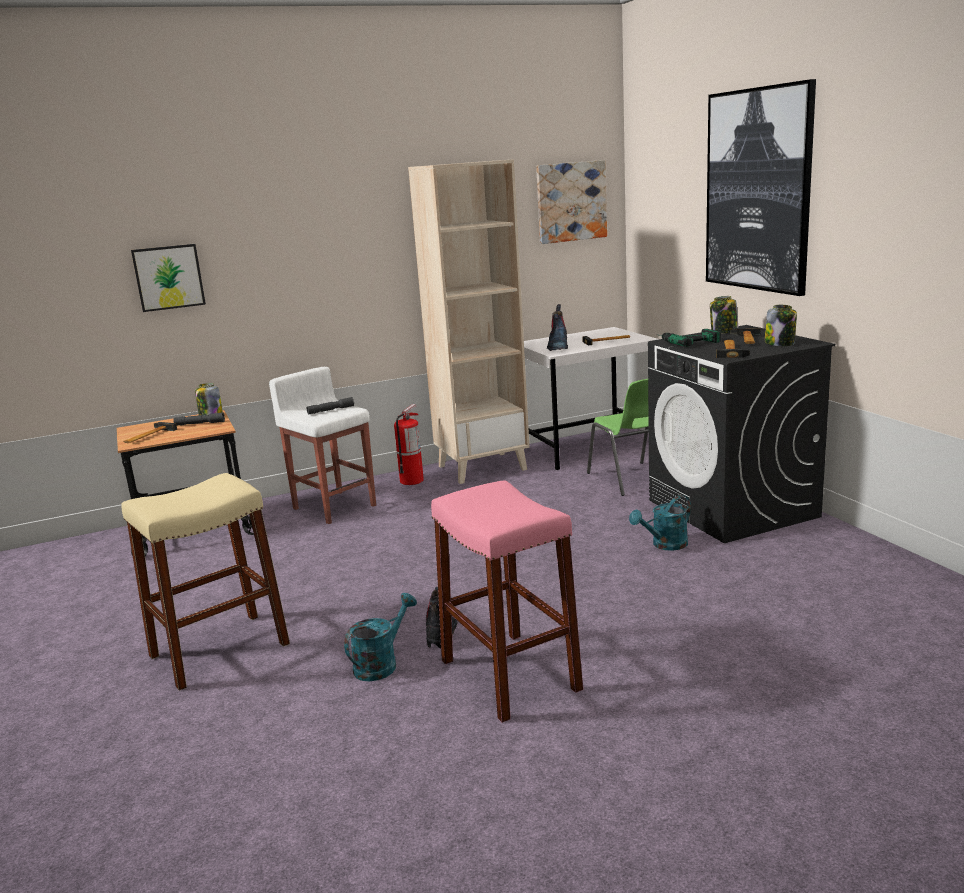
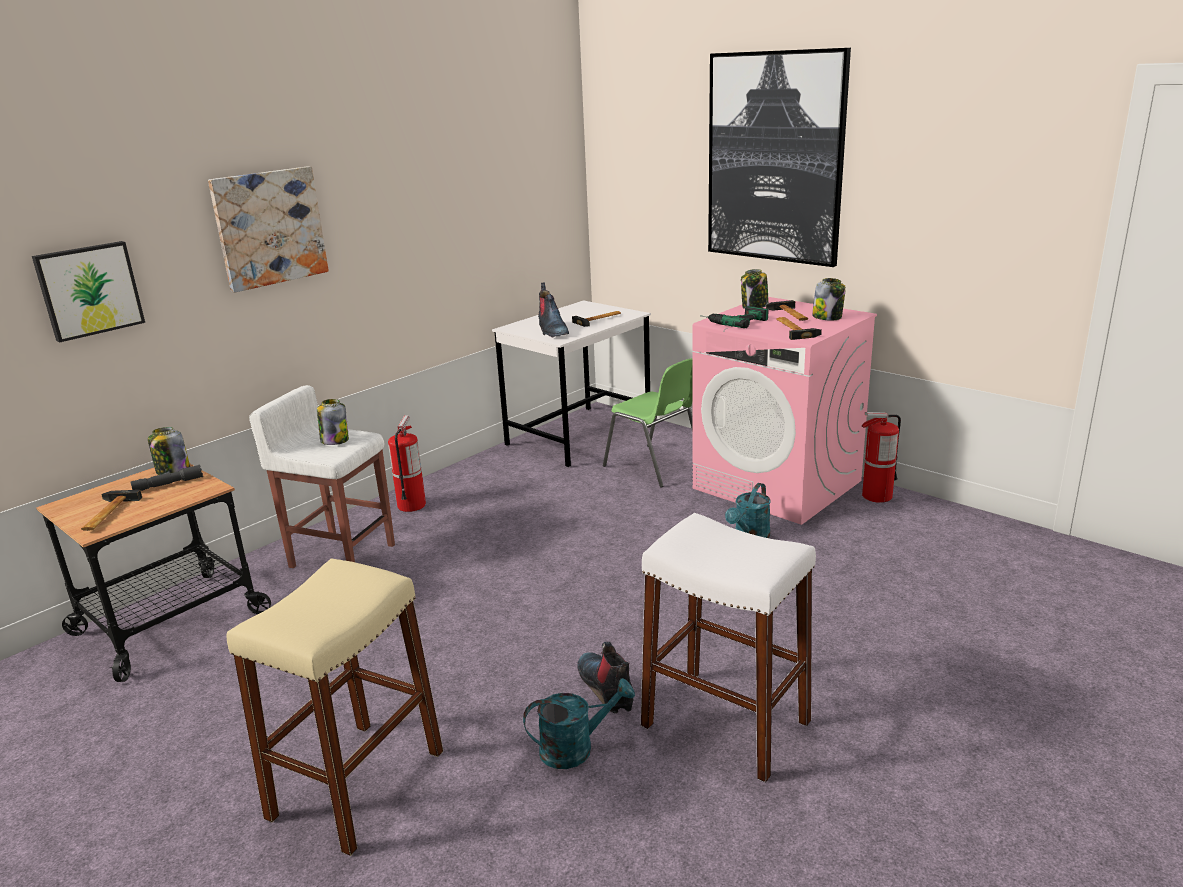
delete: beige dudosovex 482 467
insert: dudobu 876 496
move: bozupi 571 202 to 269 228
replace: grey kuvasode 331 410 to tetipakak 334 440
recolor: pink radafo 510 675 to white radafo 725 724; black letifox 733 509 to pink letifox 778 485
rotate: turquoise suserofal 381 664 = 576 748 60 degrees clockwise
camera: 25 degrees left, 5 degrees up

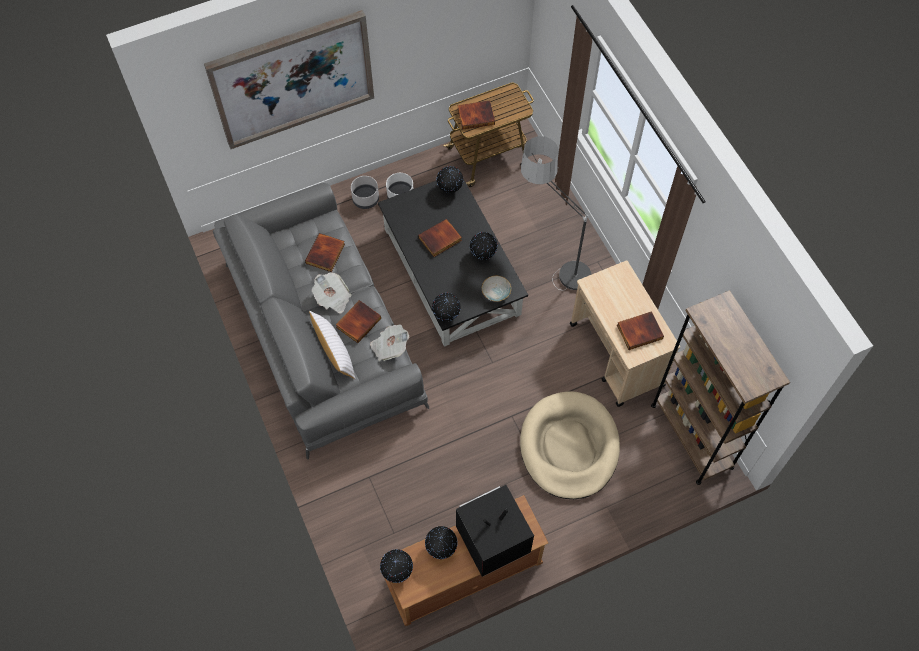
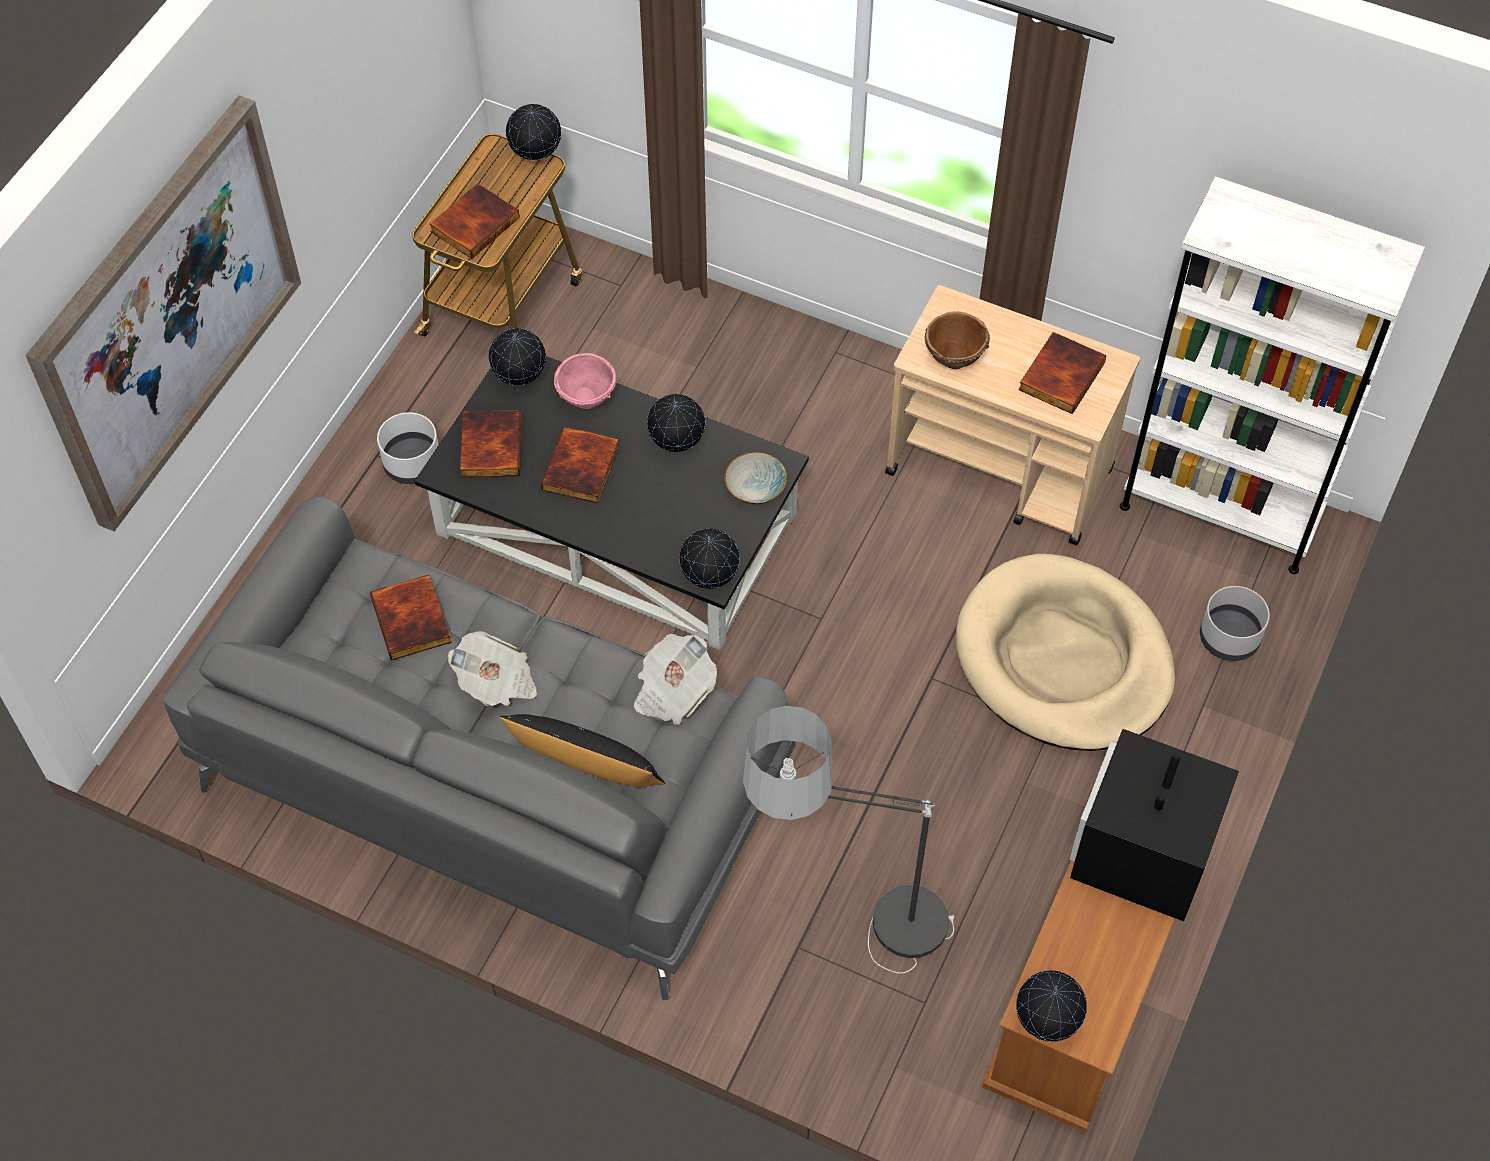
insert: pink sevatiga 587 398; brown sevatiga 954 357
move: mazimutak 358 322 to 489 446; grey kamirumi 365 199 to 1229 638; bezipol 441 548 to 536 157; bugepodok 552 264 to 848 930
recolor: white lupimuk 334 352 to black lupimuk 585 766; brown dudosovex 691 436 to white dudosovex 1220 510
camera: 40 degrees left, 5 degrees down

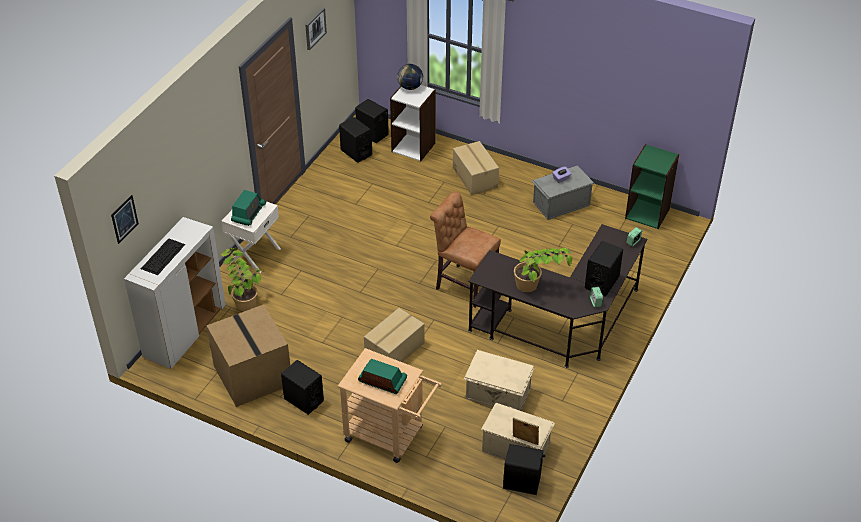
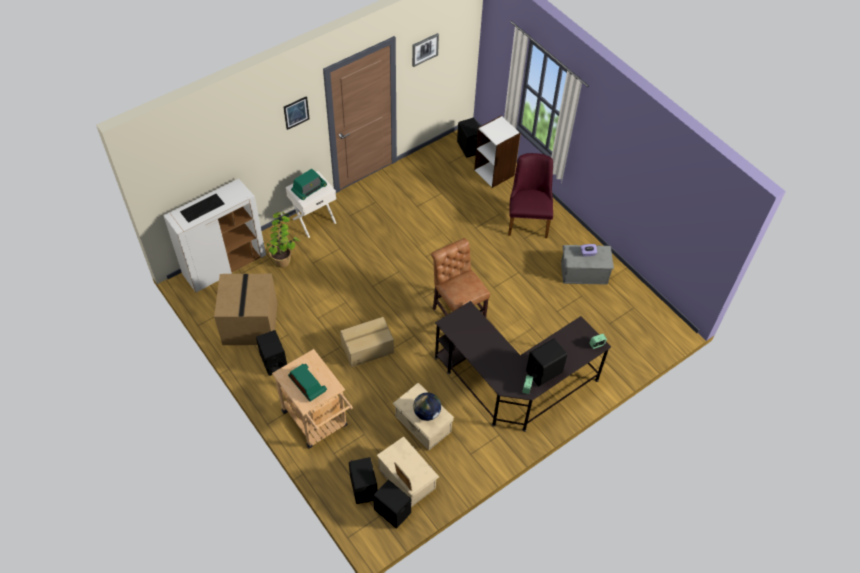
delete: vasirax 537 287; green dudosovex 647 213
move: bozupi 124 219 to 296 112; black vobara 356 152 to 363 488; bezipol 410 87 to 427 413
replace: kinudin 475 177 to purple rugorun 528 219
camera: 25 degrees right, 10 degrees up

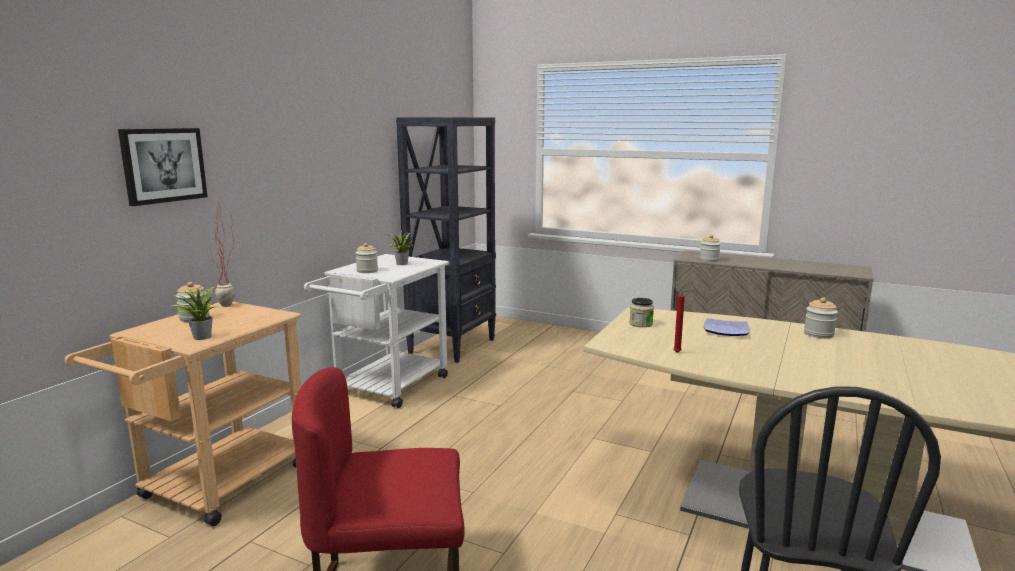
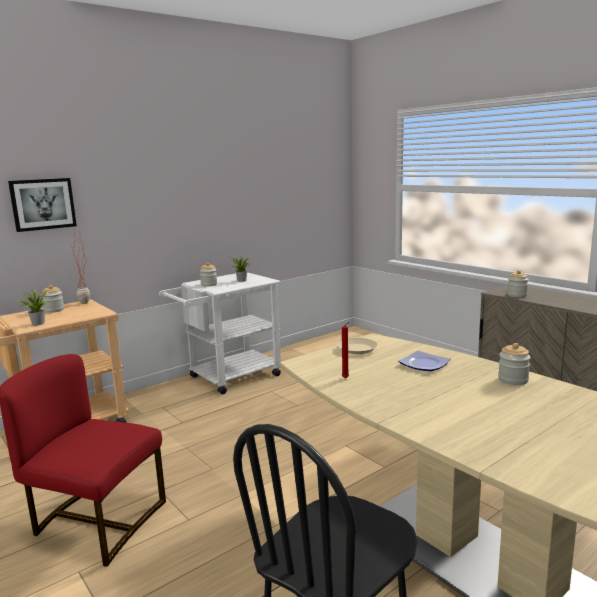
delete: black dudosovex 453 346
replace: tetipakak 641 324 to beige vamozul 357 349
camera: 25 degrees right, 0 degrees up

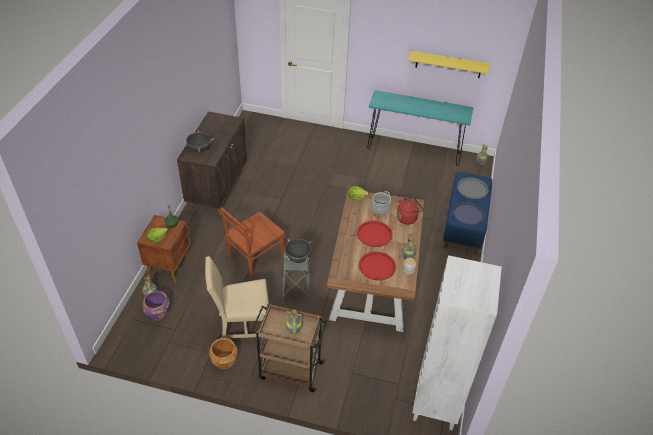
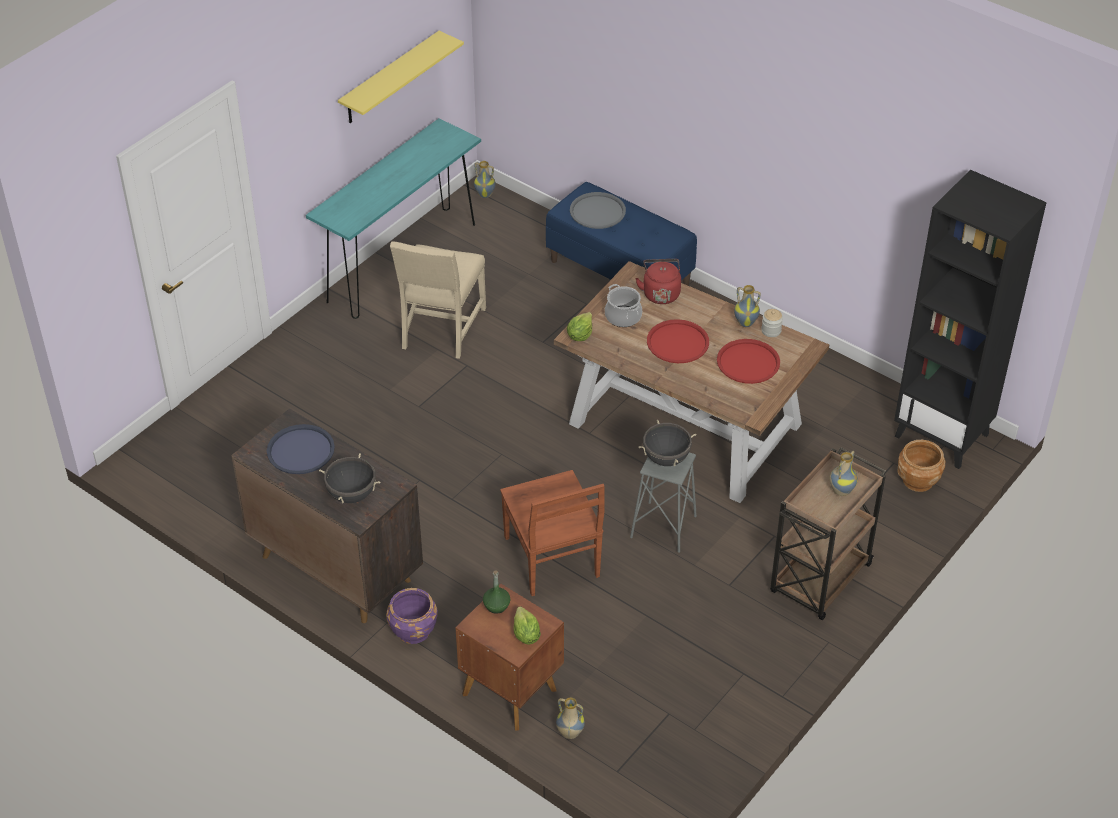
move: purple kamirumi 158 313 to 413 631; beige rugorun 242 326 to 441 329; brown kamirumi 224 361 to 918 480; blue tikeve 468 214 to 300 450
recolor: white dudosovex 436 404 to black dudosovex 942 435
camera: 65 degrees left, 0 degrees up

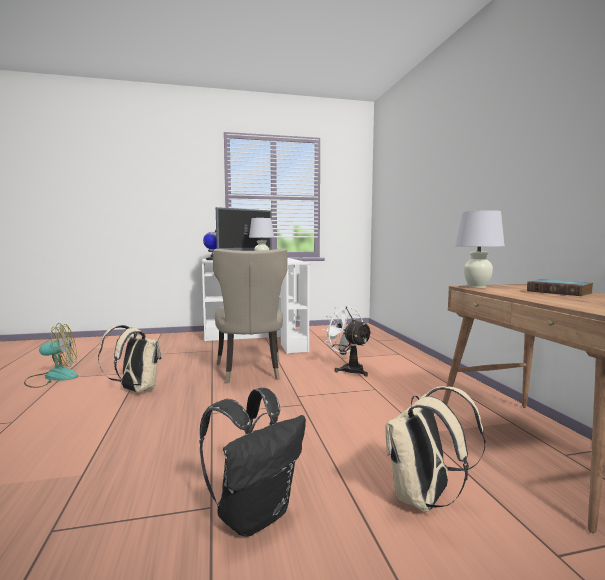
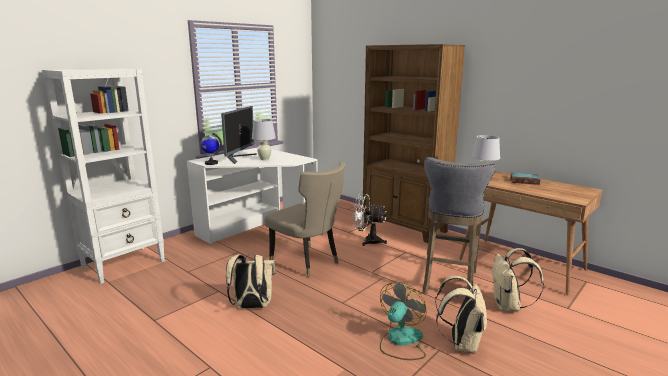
insert: white dudosovex 124 264; brown dudosovex 405 227; grey radafo 449 284
move: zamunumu 53 377 to 400 341
recolor: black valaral 255 514 to beige valaral 461 343
camera: 35 degrees left, 10 degrees up

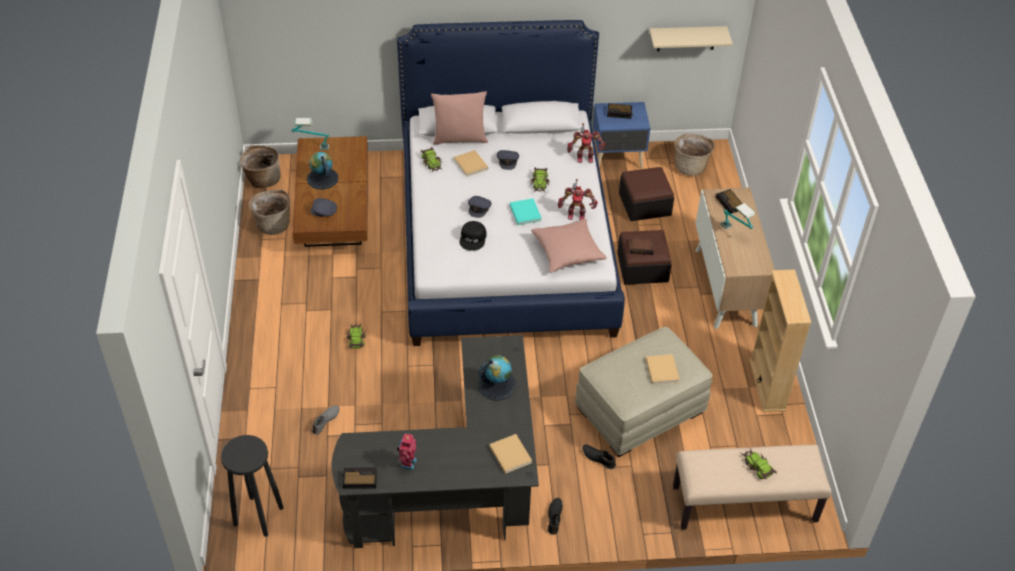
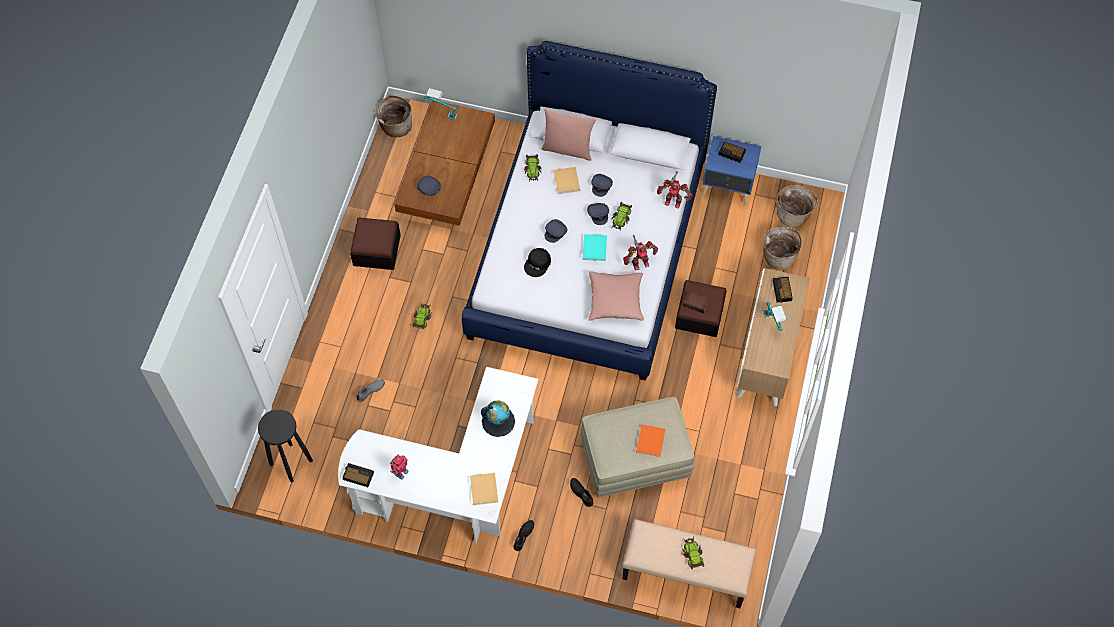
delete: bezipol 322 178; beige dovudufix 686 38; beige dudosovex 767 385
insert: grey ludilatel 598 214
move: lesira 273 224 to 779 256; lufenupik 644 204 to 377 250
recolor: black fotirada 457 490 to white fotirada 454 487; beige mazimutak 662 369 to orange mazimutak 650 440
rotate: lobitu 576 214 = 639 262 45 degrees counterclockwise
camera: 20 degrees right, 15 degrees up

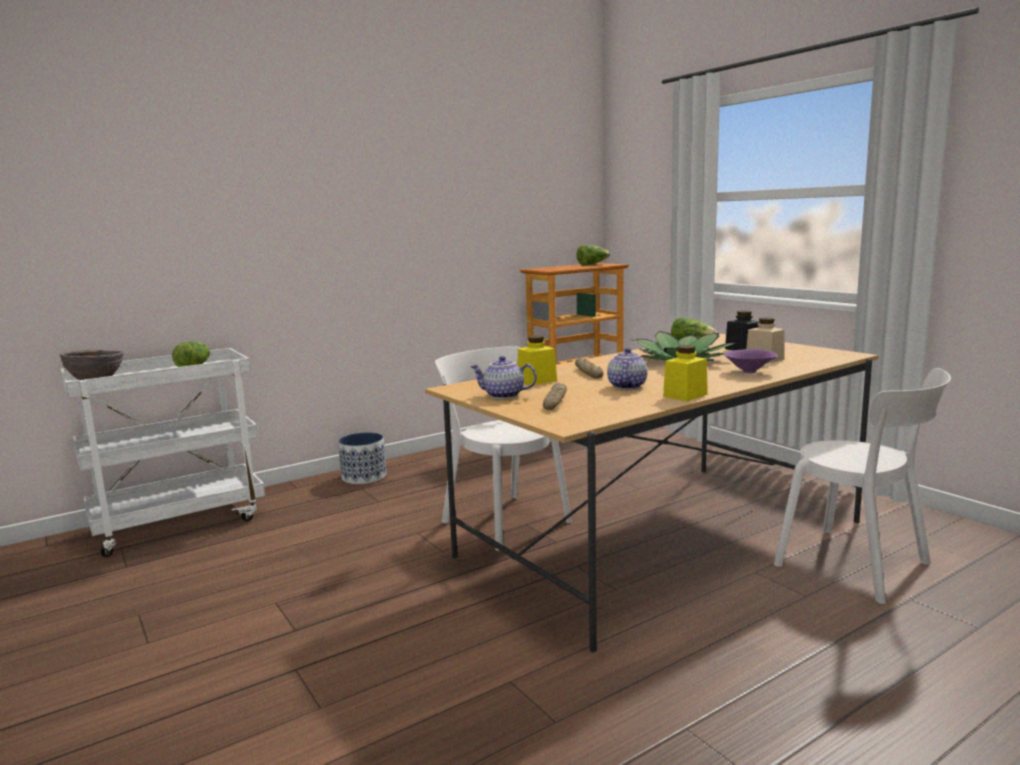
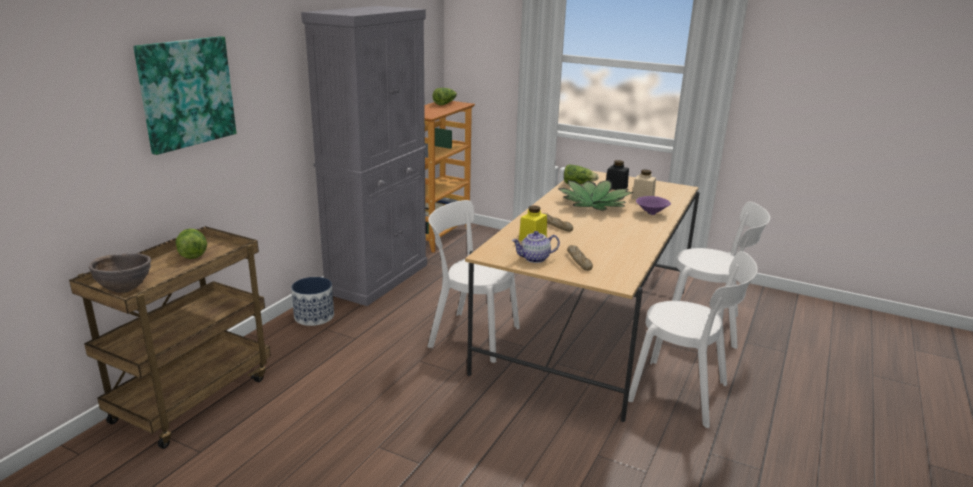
delete: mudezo 626 386; yellow tetipakak 685 395
insert: bozupi 186 93; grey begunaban 378 278; white rugorun 683 394
recolor: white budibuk 180 522 to brown budibuk 193 397
camera: 30 degrees left, 10 degrees up

